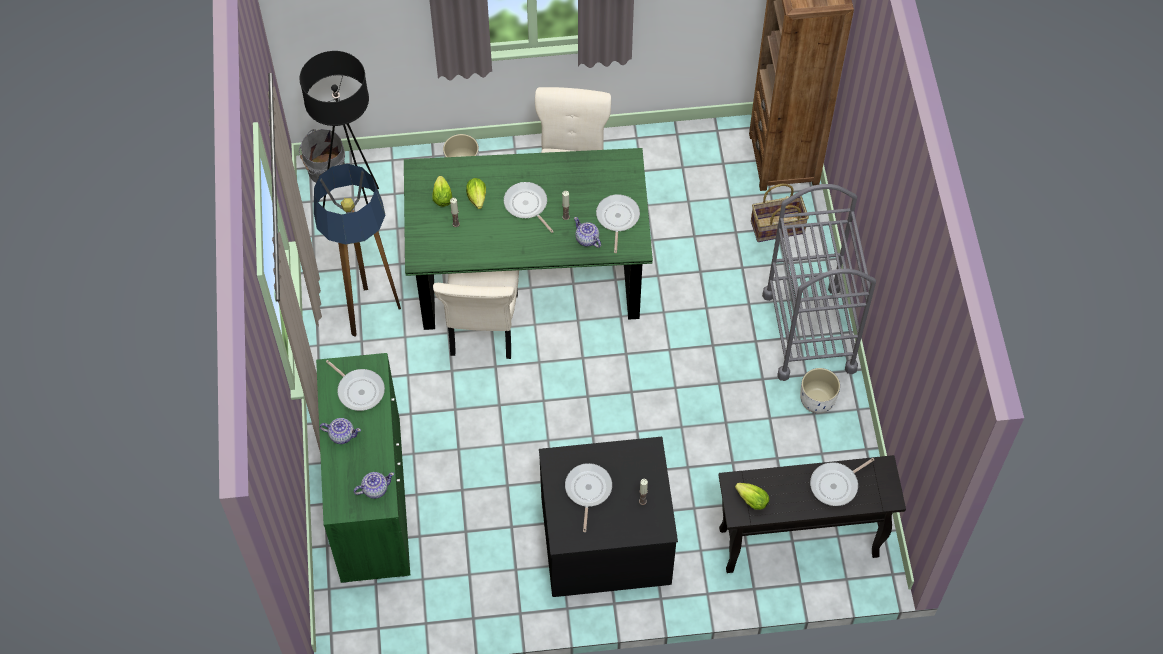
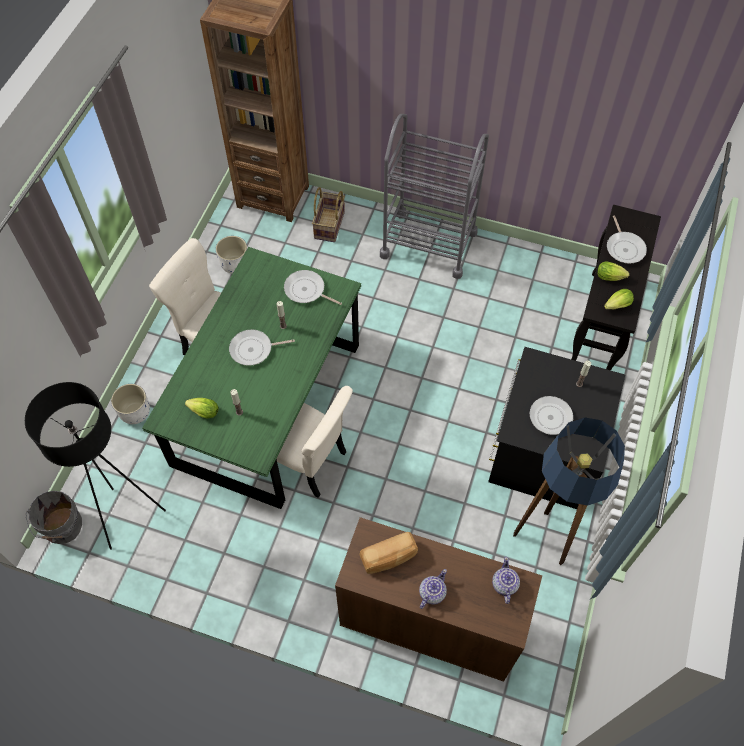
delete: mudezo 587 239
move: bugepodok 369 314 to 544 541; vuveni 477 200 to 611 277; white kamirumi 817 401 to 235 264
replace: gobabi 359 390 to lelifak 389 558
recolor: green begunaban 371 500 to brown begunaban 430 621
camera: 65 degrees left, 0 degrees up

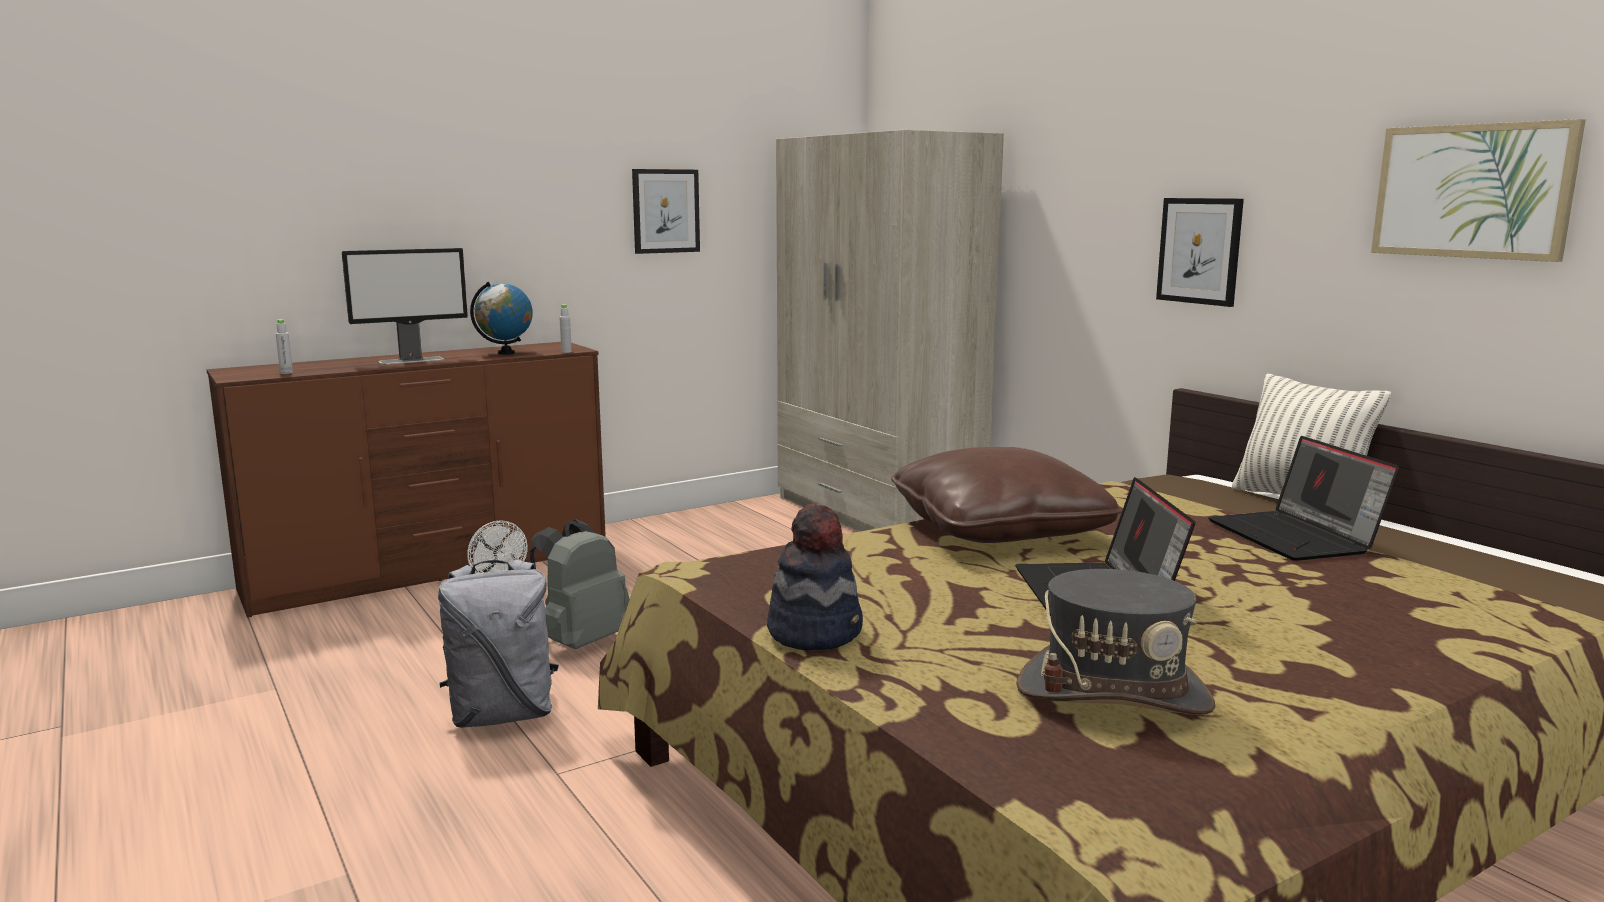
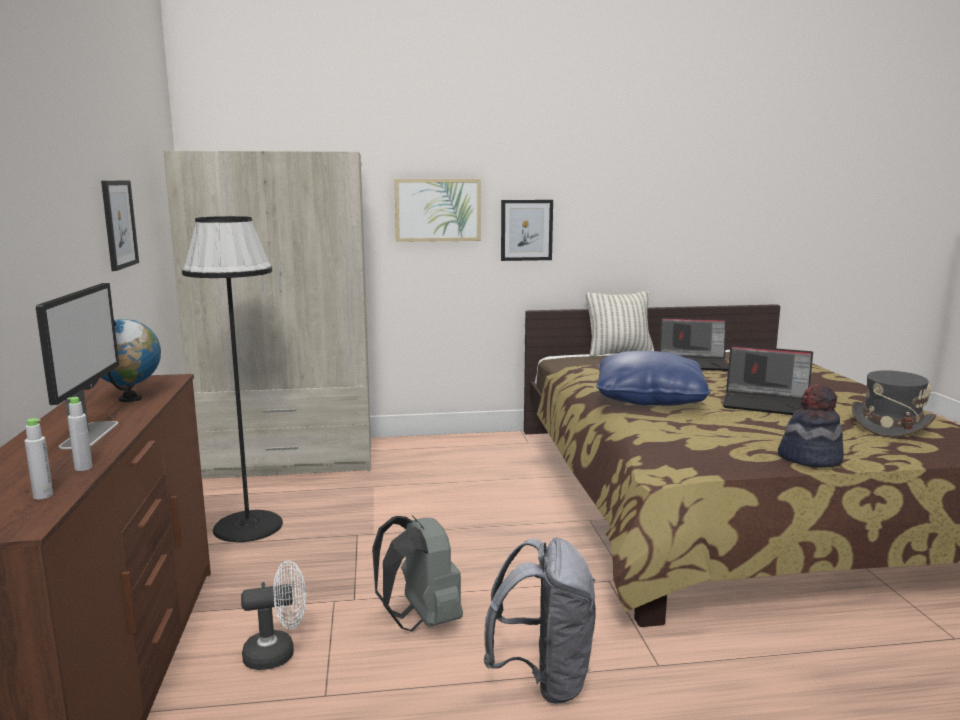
insert: black bugepodok 248 526
move: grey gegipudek 566 352 to 83 468; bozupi 1472 191 to 437 210
recolor: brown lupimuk 998 530 to blue lupimuk 649 399
camera: 65 degrees left, 0 degrees up

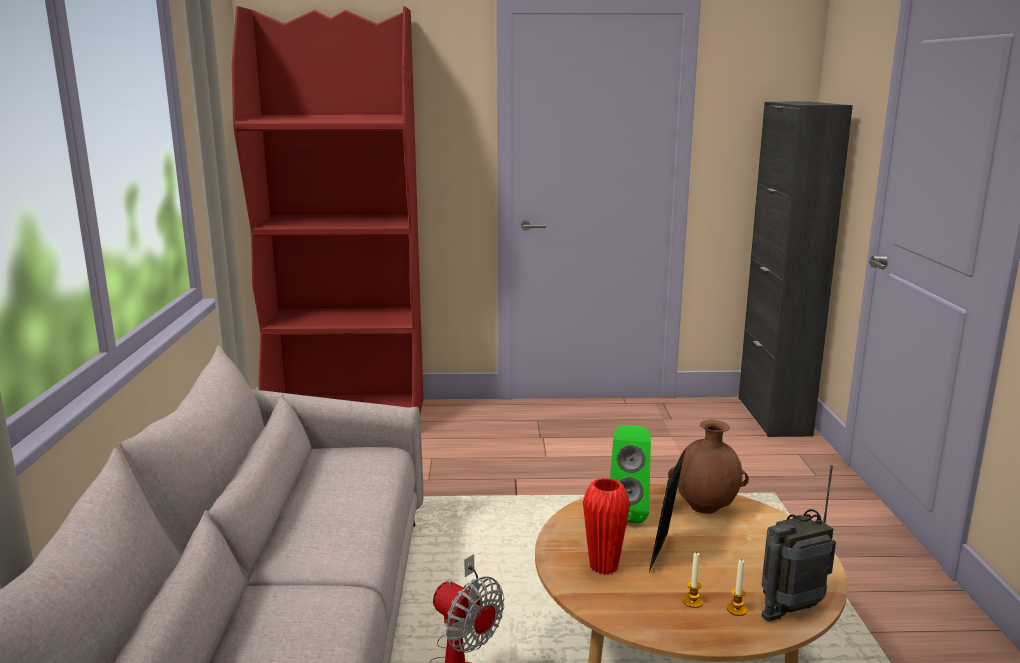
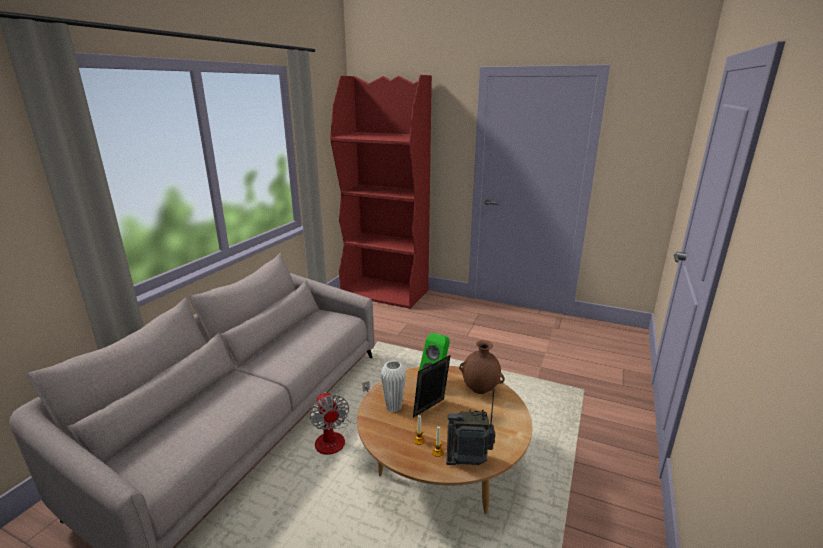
delete: black begunaban 773 416
recolor: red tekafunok 603 566 to white tekafunok 393 407
camera: 25 degrees right, 5 degrees up

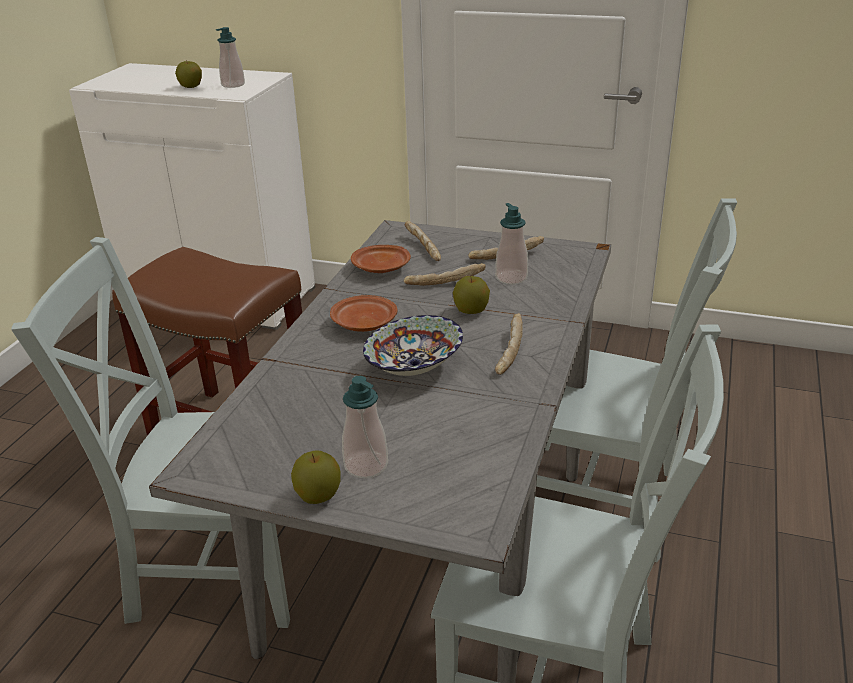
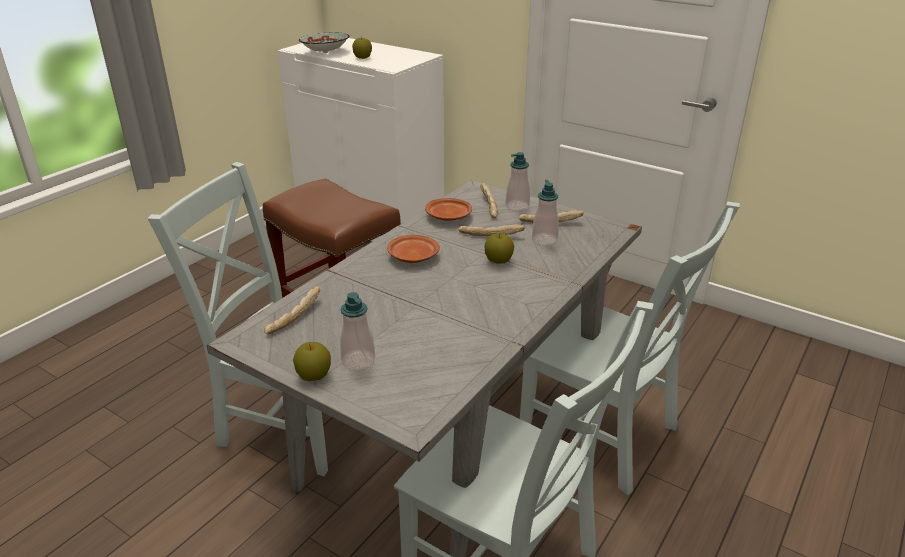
move: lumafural 233 85 to 517 206; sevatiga 415 368 to 326 52; lelifak 508 352 to 294 316
camera: 15 degrees right, 0 degrees up

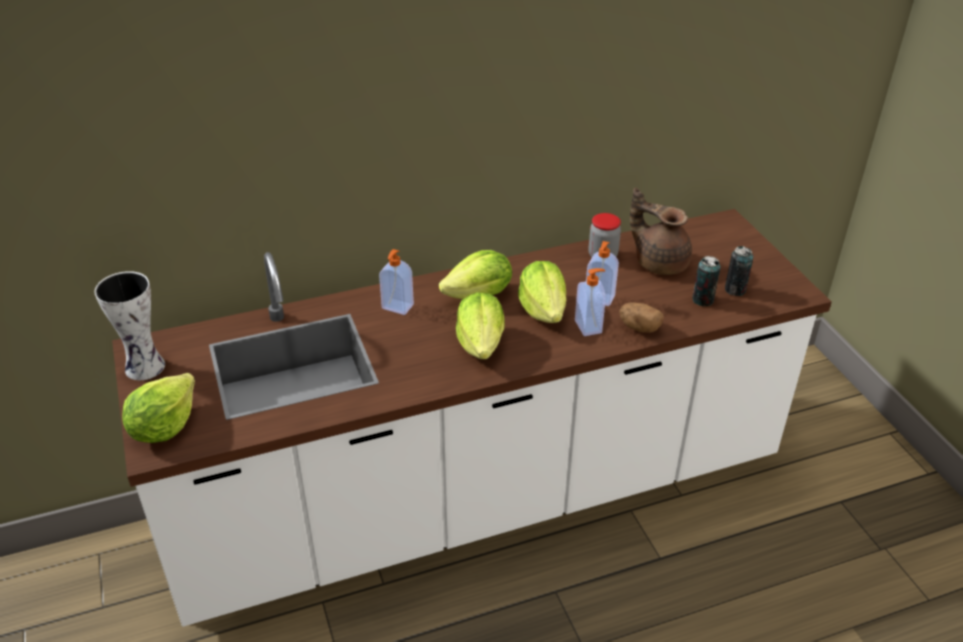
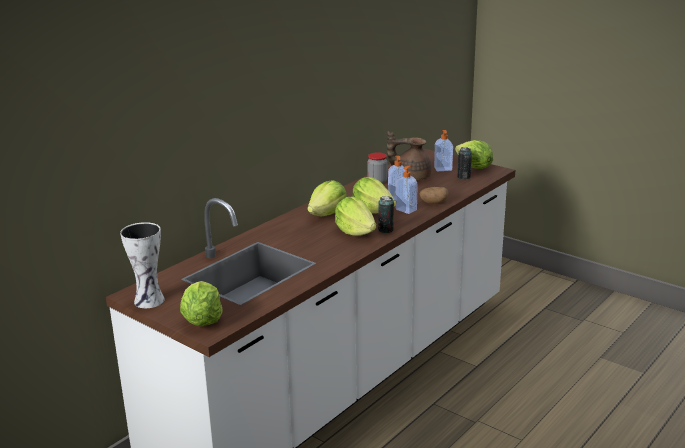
insert: vuveni 474 167
move: lumafural 397 307 to 443 169; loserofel 702 300 to 385 230
camera: 30 degrees left, 15 degrees down

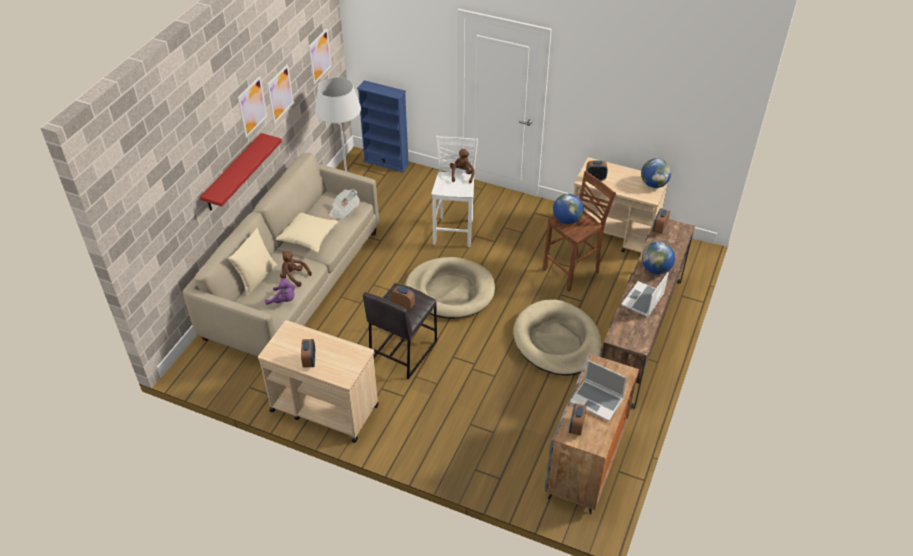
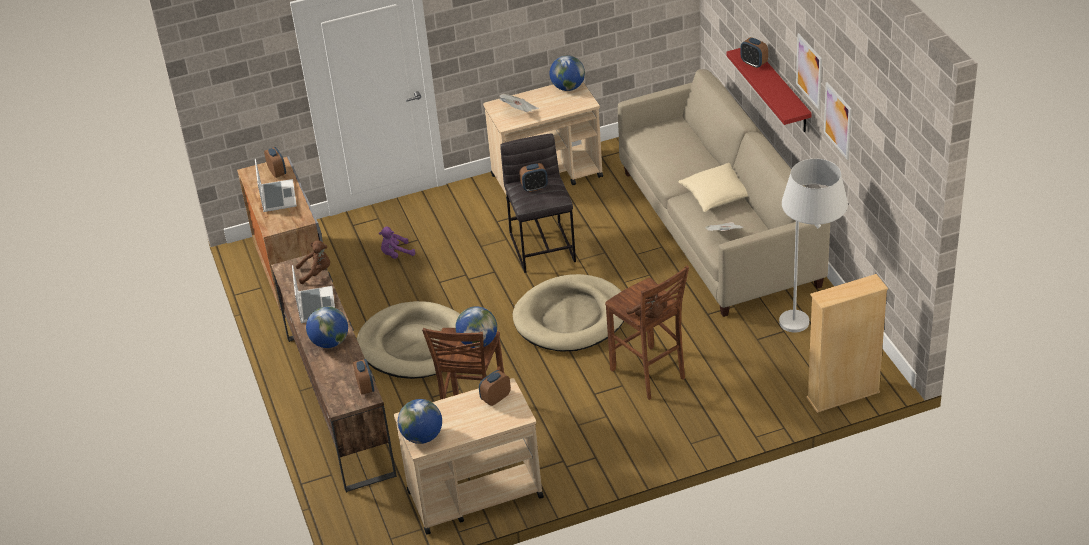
delete: beige lupimuk 256 278; bozupi 319 56
insert: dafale 519 111; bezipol 568 87
move: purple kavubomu 283 300 to 396 254; brown kavubomu 294 277 to 316 272; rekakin 309 361 to 754 63
recolor: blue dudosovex 386 162 to beige dudosovex 843 395; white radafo 454 231 to brown radafo 649 375
rotate: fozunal 597 400 = 277 196 90 degrees clockwise
camera: 140 degrees right, 5 degrees down

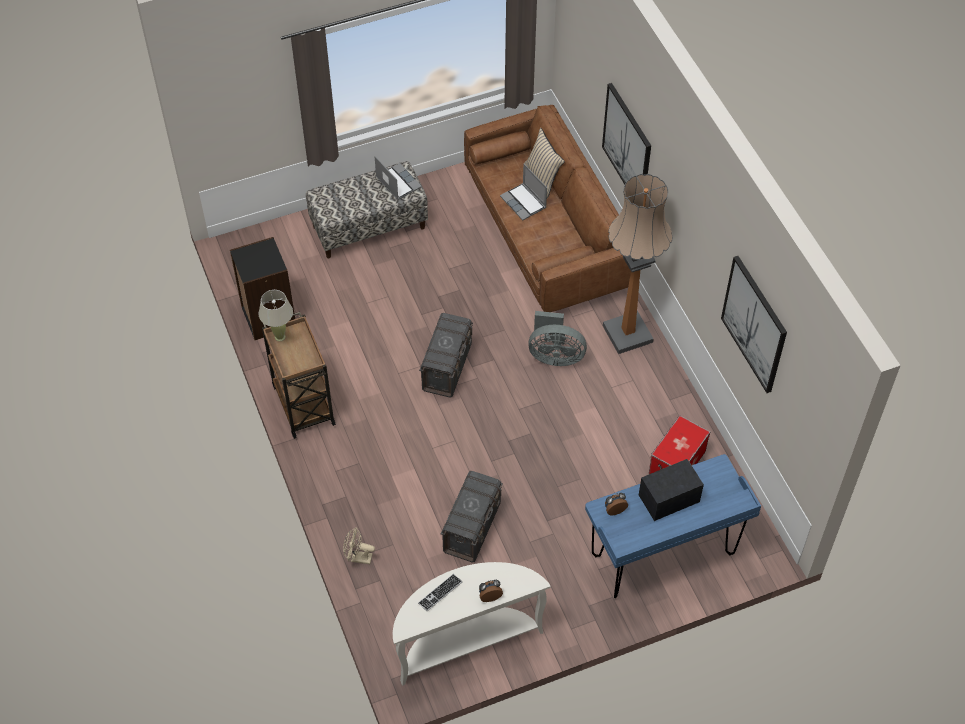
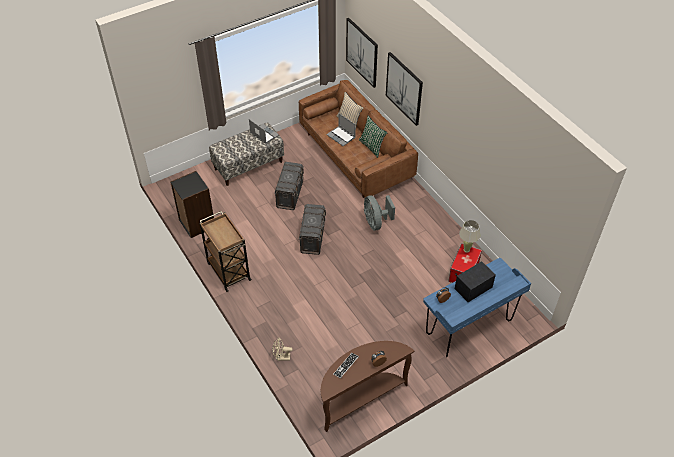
delete: bugepodok 627 334
insert: green lupimuk 372 146
move: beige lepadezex 280 336 to 466 249; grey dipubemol 472 527 to 290 194; bozupi 754 324 to 362 52
recolor: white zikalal 465 641 to brown zikalal 360 398
rotate: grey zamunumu 554 356 = 376 222 75 degrees clockwise
camera: 10 degrees left, 5 degrees down

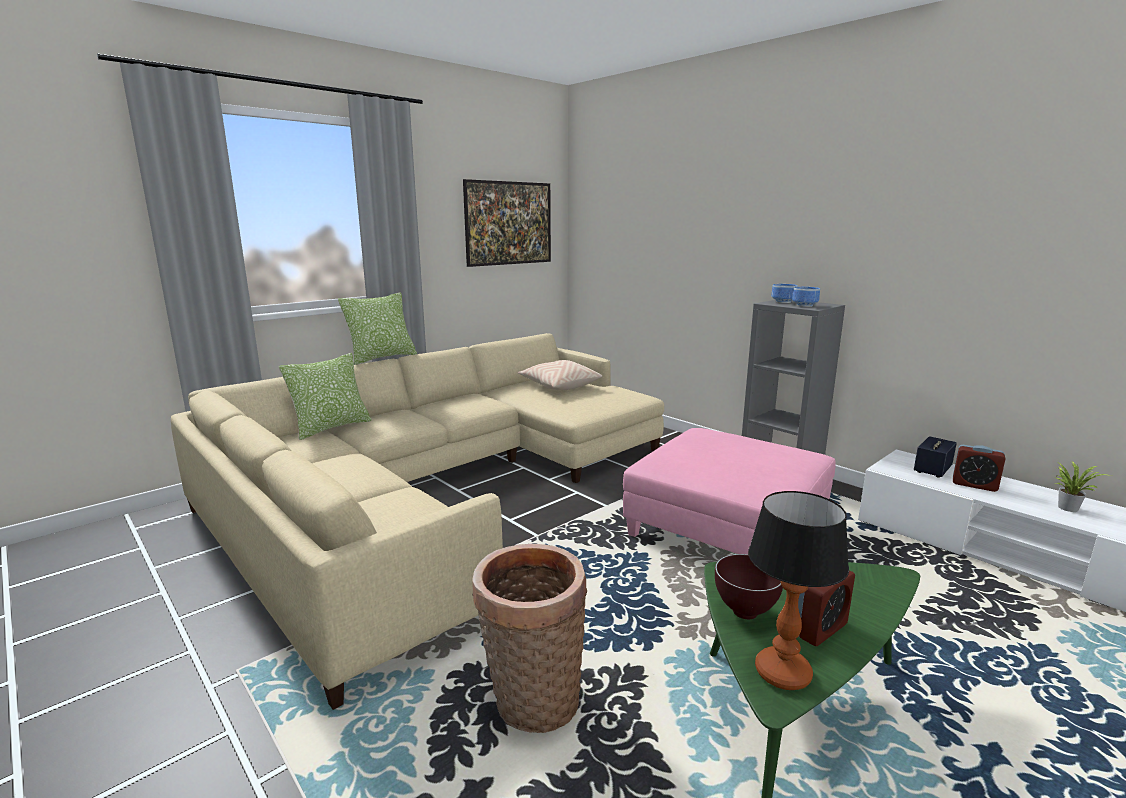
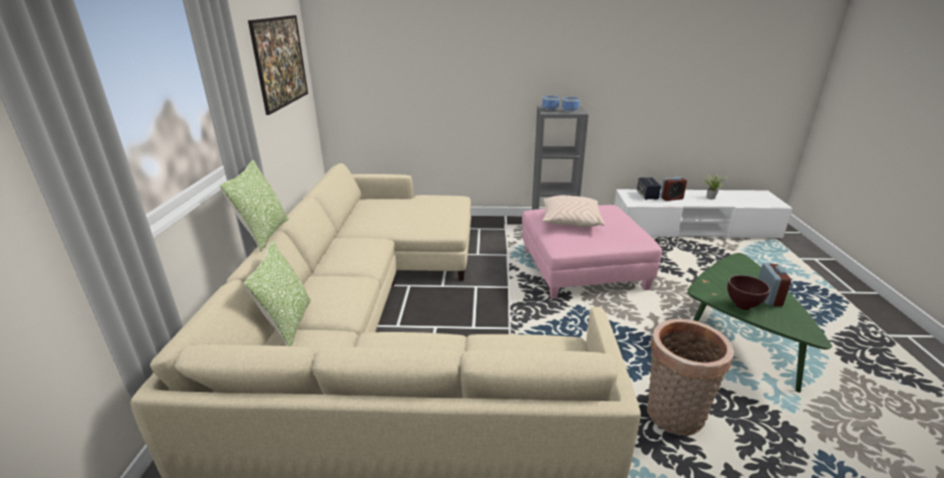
delete: lepadezex 782 674
move: beige lupimuk 559 386 to 570 221
camera: 45 degrees left, 10 degrees up

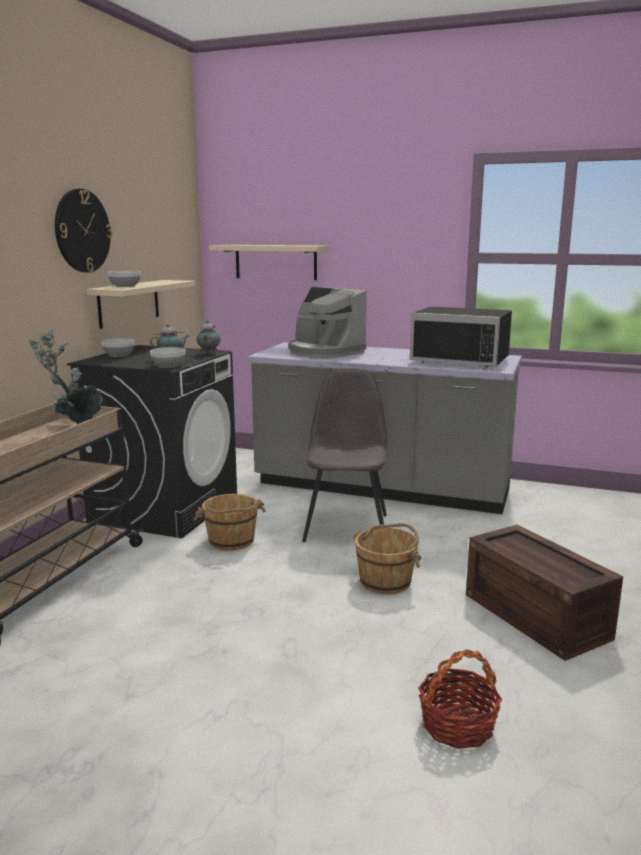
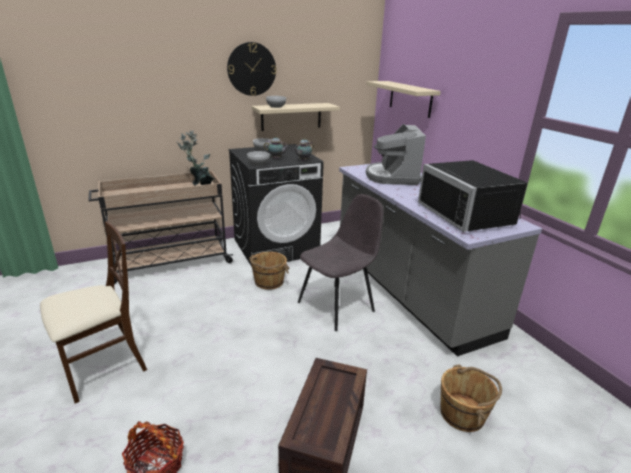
insert: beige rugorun 103 368
move: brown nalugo 386 581 to 463 414
camera: 45 degrees right, 10 degrees up

